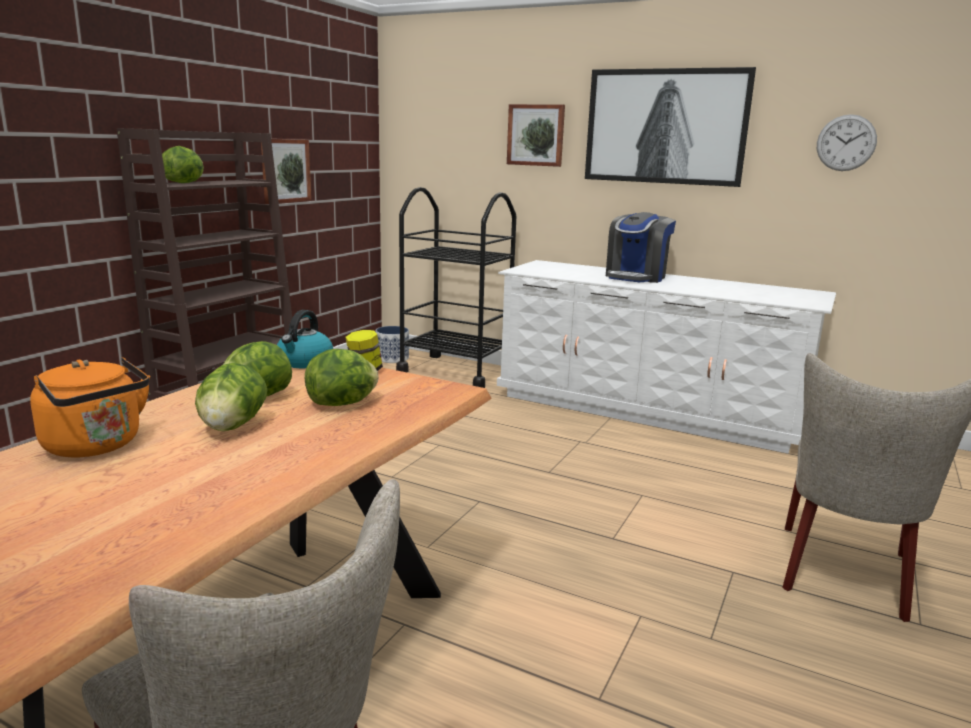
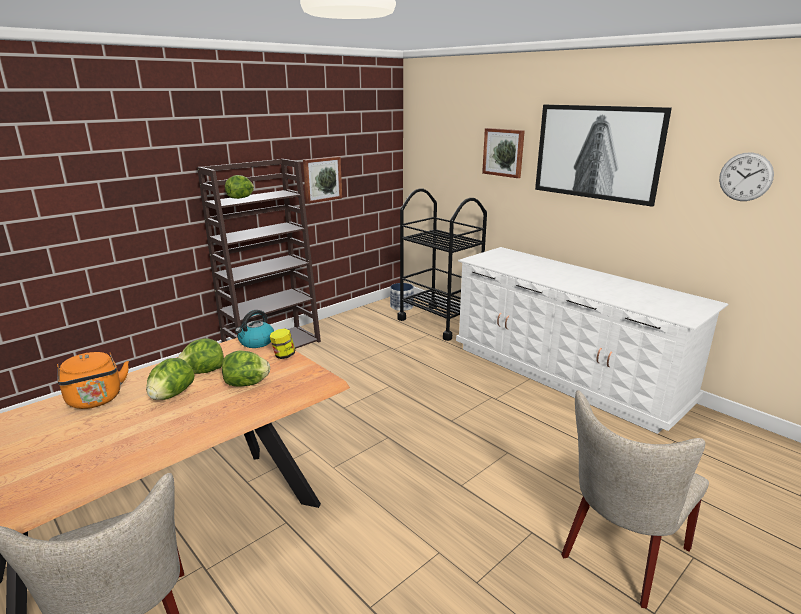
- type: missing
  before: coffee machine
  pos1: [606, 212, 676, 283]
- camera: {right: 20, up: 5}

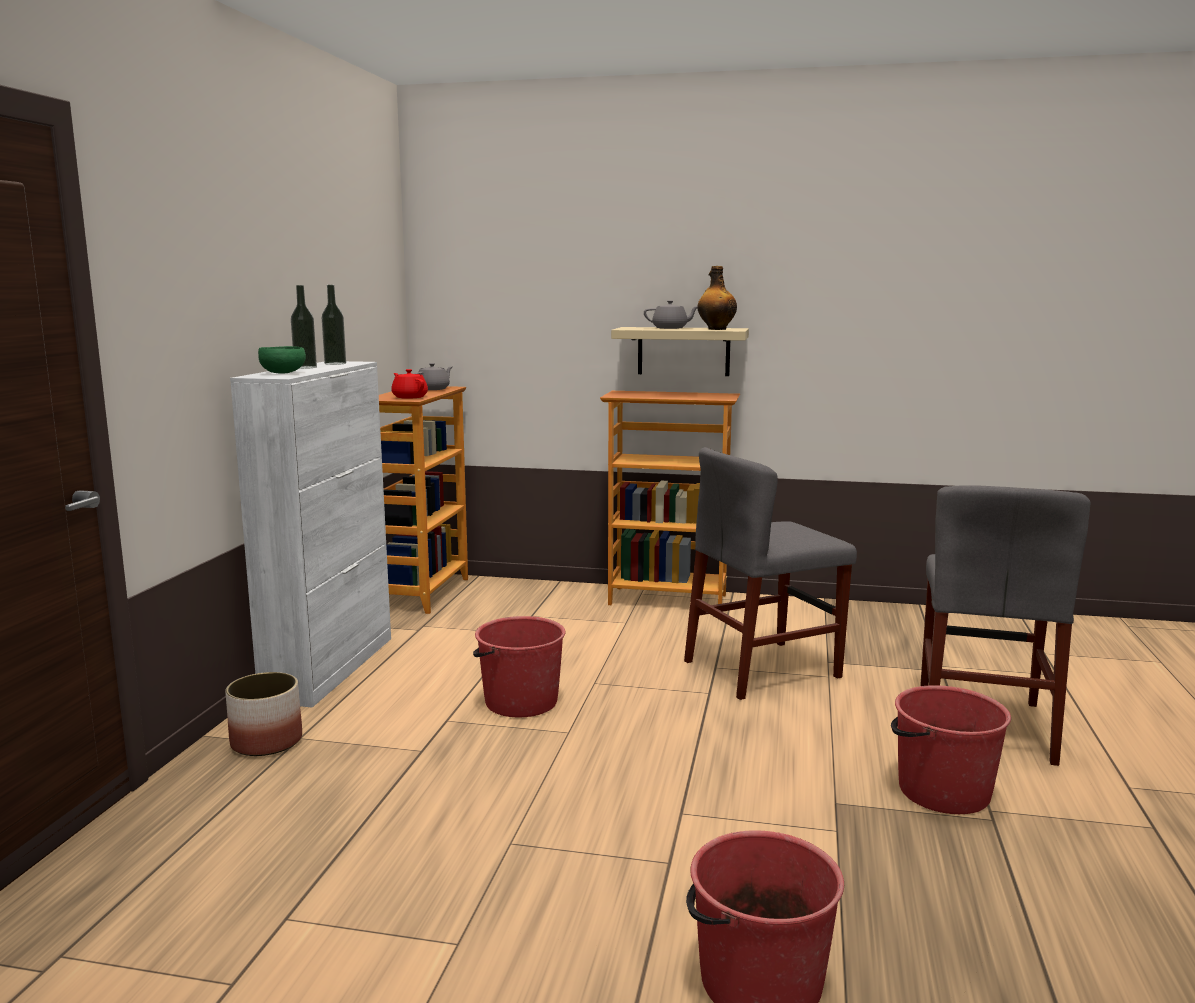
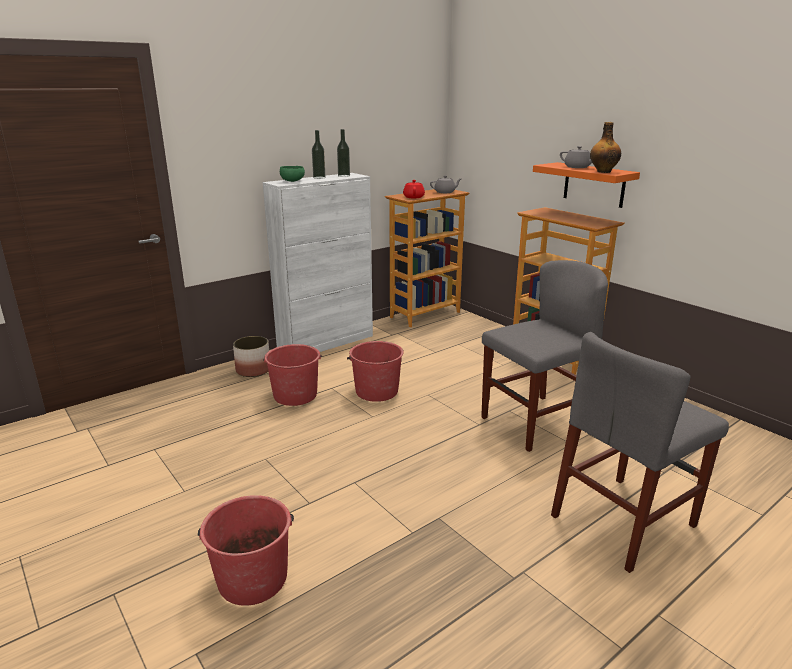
- type: colour
  before: beige shelf
  after: orange shelf
  pos1: [611, 327, 749, 376]
  pos2: [533, 162, 640, 208]
- type: spun
  before: grey chair
  pos1: [684, 447, 857, 700]
  pos2: [481, 260, 608, 452]
  turn: 135
- type: relocated
  before: red bucket
  pos1: [891, 685, 1011, 814]
  pos2: [263, 344, 322, 406]
- camera: {right: 40, up: 10}

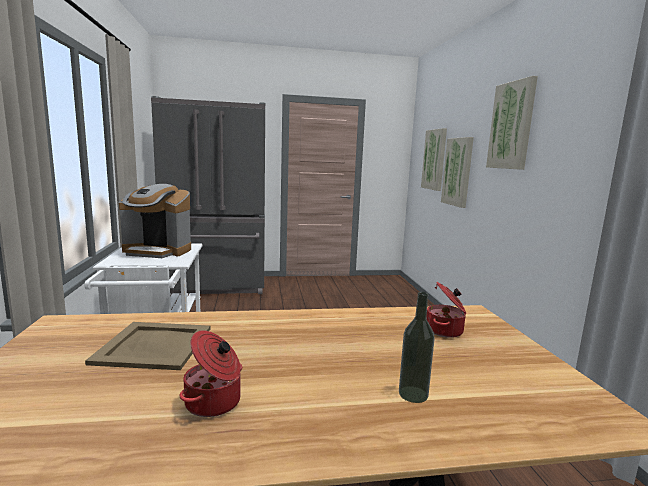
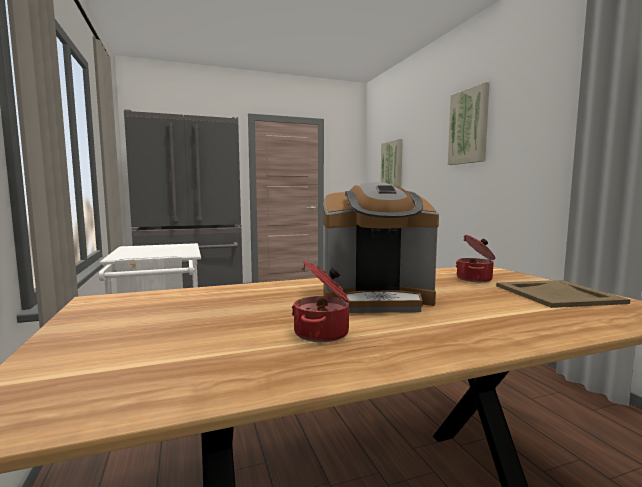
- type: relocated
  before: beige tray
  pos1: [85, 322, 210, 370]
  pos2: [496, 280, 630, 308]
- type: relocated
  before: coffee machine
  pos1: [119, 184, 191, 258]
  pos2: [323, 182, 439, 313]
- type: missing
  before: bottle
  pos1: [399, 292, 435, 403]
- type: missing
  before: picture
  pos1: [441, 137, 474, 208]
- camera: {right: -10, up: -5}

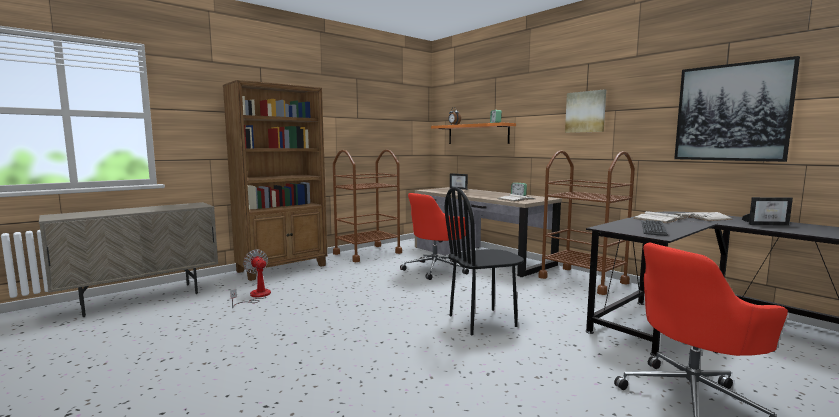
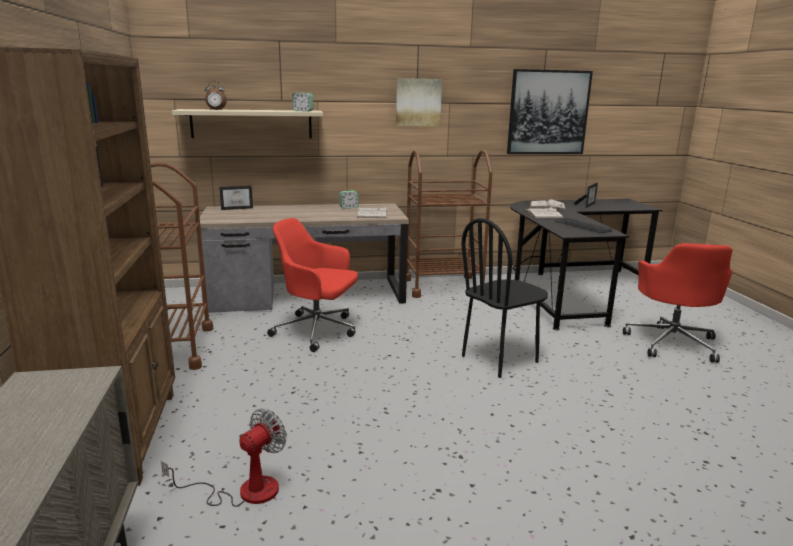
- type: spun
  before: fan
  pos1: [230, 249, 271, 308]
  pos2: [161, 409, 287, 507]
  turn: 135
- type: spun
  before: red office chair
  pos1: [400, 193, 469, 280]
  pos2: [267, 218, 358, 352]
  turn: 120
- type: colour
  before: orange shelf
  after: beige shelf
  pos1: [431, 122, 516, 144]
  pos2: [172, 109, 323, 139]
- type: spun
  before: black chair
  pos1: [445, 187, 524, 335]
  pos2: [462, 218, 548, 378]
  turn: 45
- camera: {right: -60, up: 10}

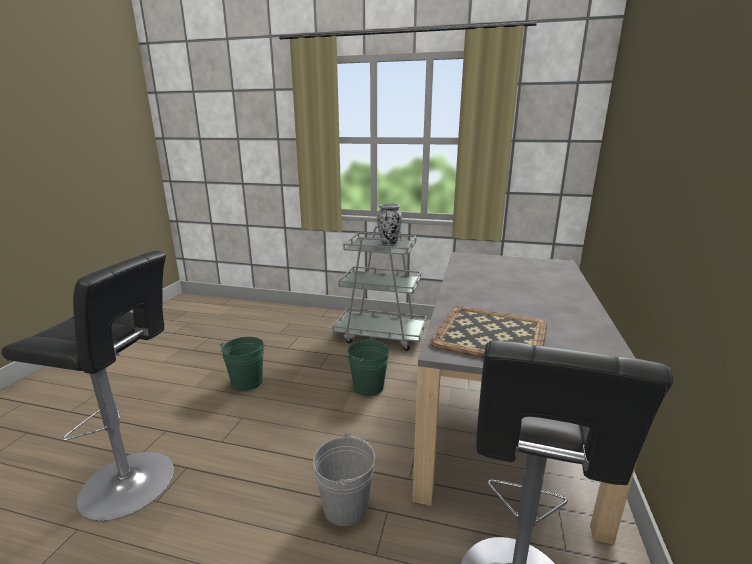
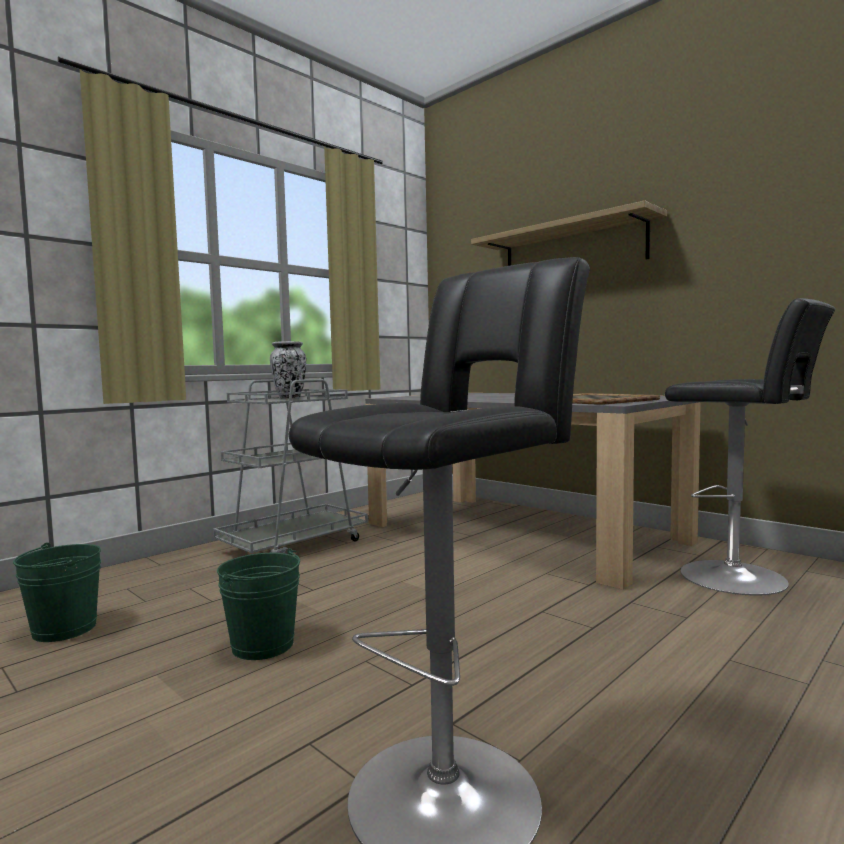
- type: missing
  before: grey bucket
  pos1: [313, 433, 375, 526]
- type: relocated
  before: green bucket
  pos1: [347, 338, 389, 396]
  pos2: [13, 542, 101, 642]
- type: appeared
  after: shelf
  pos2: [471, 200, 667, 266]
- camera: {right: -60, up: -15}

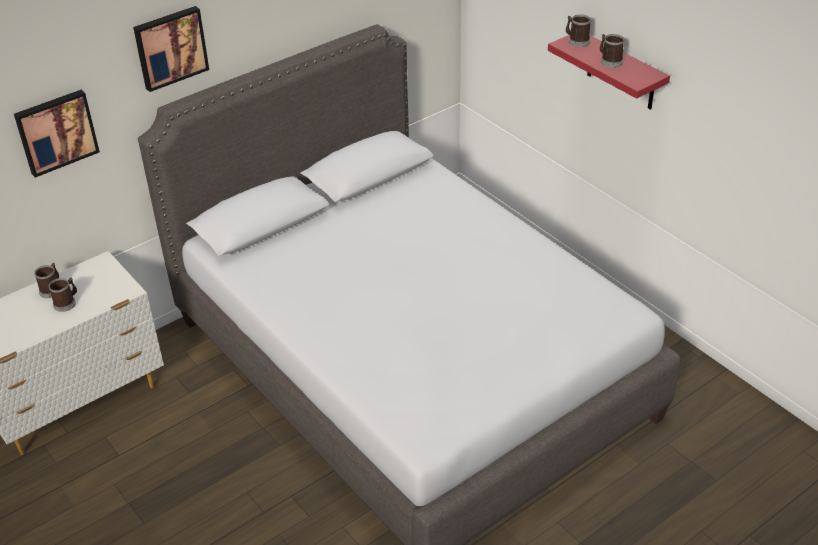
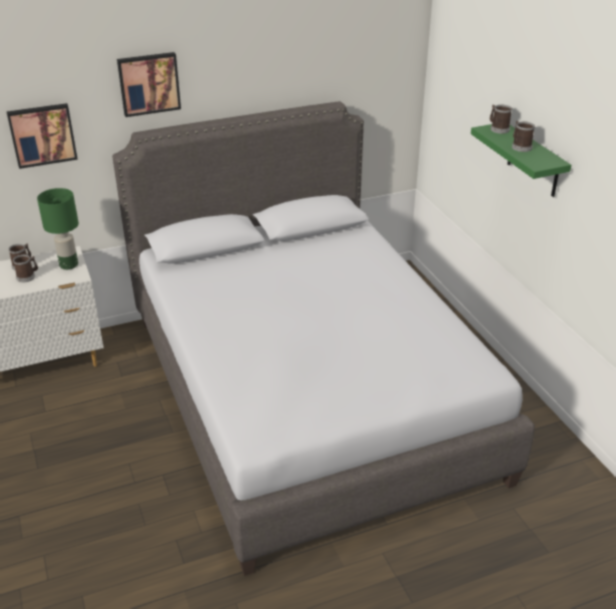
- type: colour
  before: red shelf
  after: green shelf
  pos1: [548, 35, 670, 110]
  pos2: [471, 124, 571, 197]
- type: appeared
  after: green table lamp
  pos2: [37, 188, 79, 270]
- camera: {right: 15, up: -5}

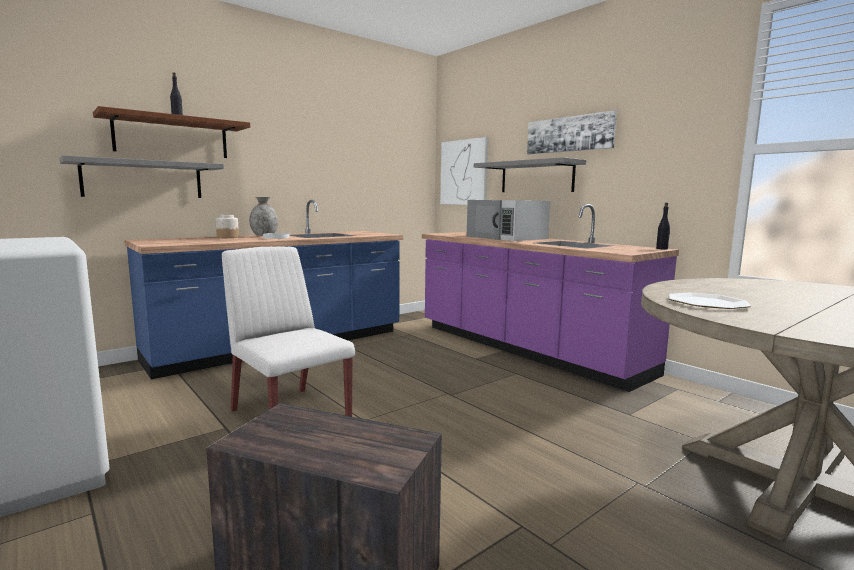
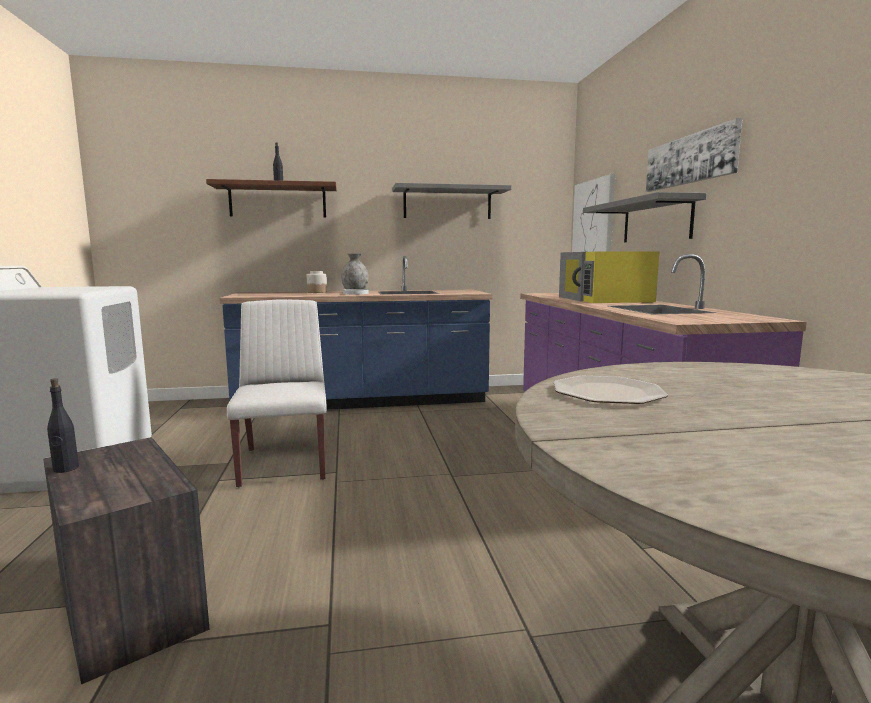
- type: relocated
  before: grey shelf
  pos1: [59, 155, 224, 198]
  pos2: [392, 183, 511, 219]
- type: colour
  before: white microwave
  after: yellow microwave
  pos1: [467, 200, 550, 241]
  pos2: [559, 252, 659, 303]
- type: relocated
  before: black bottle
  pos1: [656, 203, 670, 249]
  pos2: [47, 378, 79, 473]
- camera: {right: 30, up: 0}

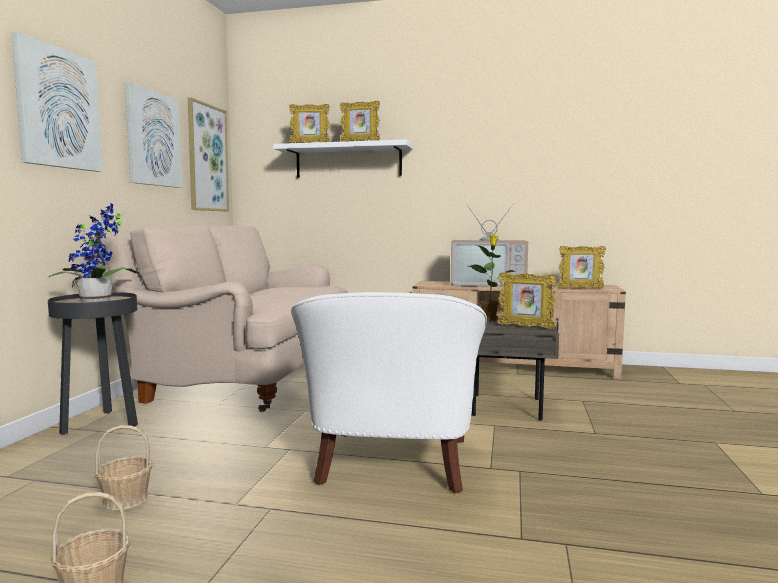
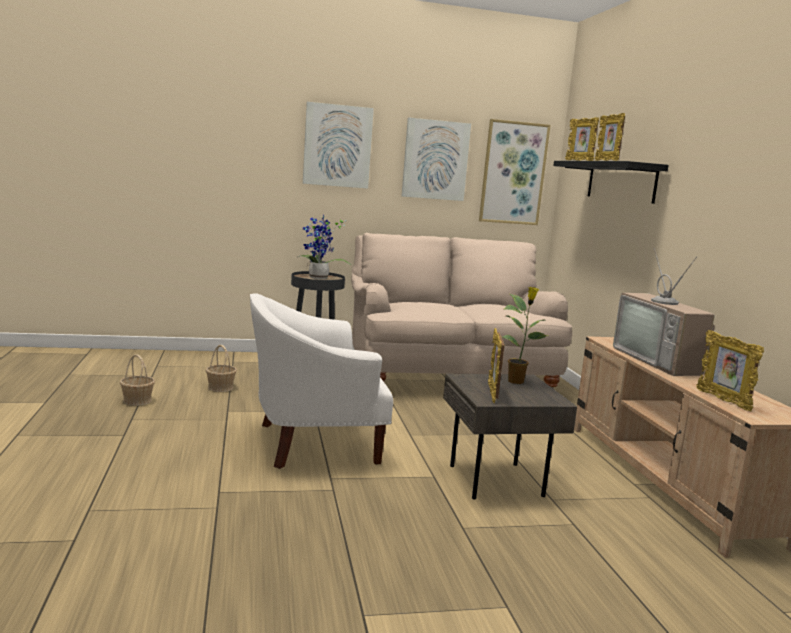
- type: colour
  before: white shelf
  after: black shelf
  pos1: [273, 140, 413, 178]
  pos2: [553, 161, 669, 204]
- camera: {right: 65, up: 5}

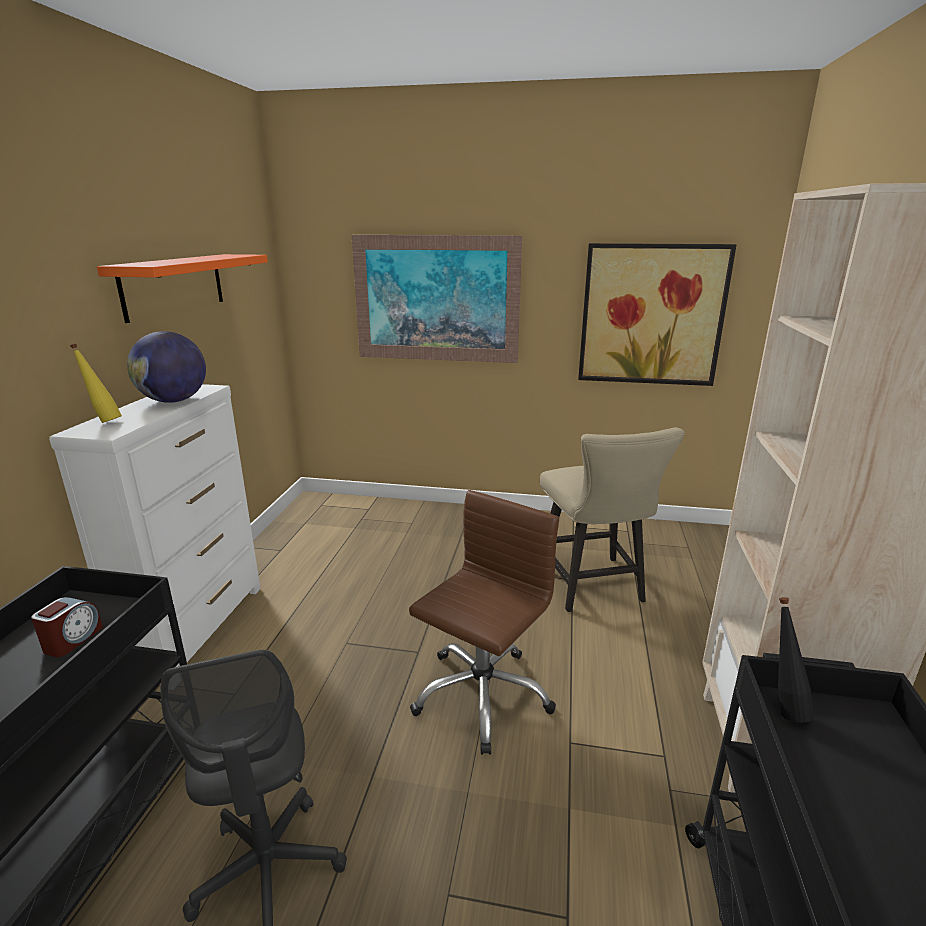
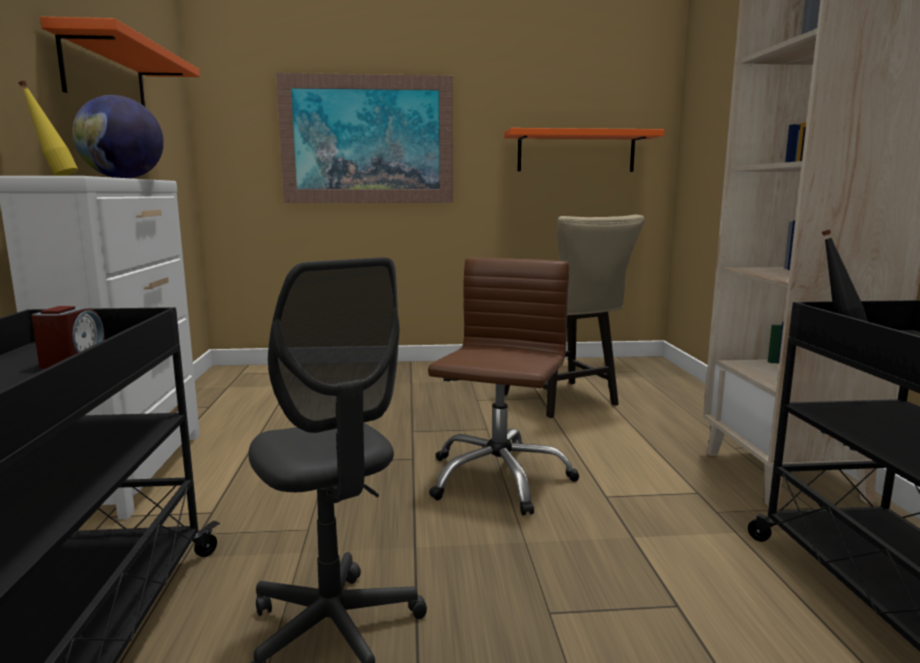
- type: exchanged
  before: picture
  after: orange shelf
  pos1: [578, 243, 736, 386]
  pos2: [504, 128, 665, 172]
- camera: {right: -15, up: -10}

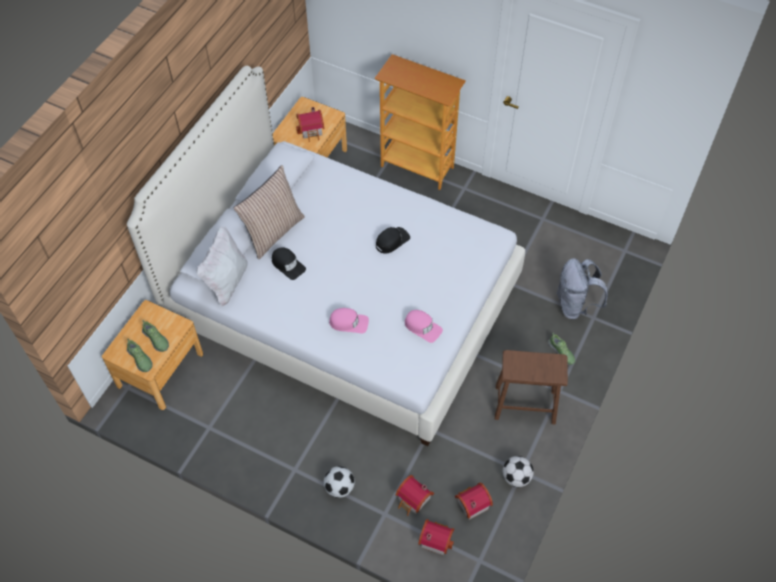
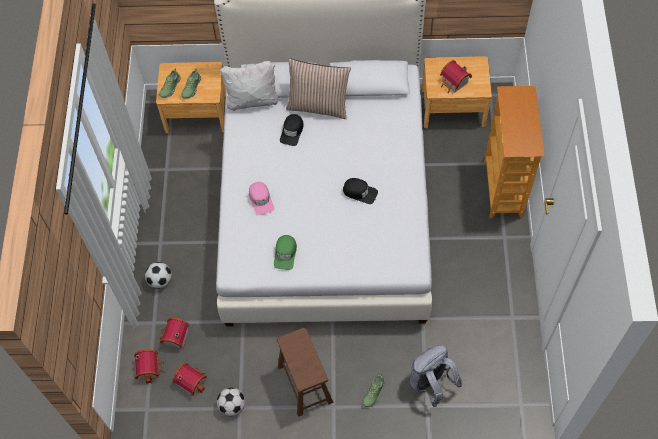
- type: colour
  before: pink cap
  after: green cap
  pos1: [405, 310, 443, 343]
  pos2: [274, 235, 297, 270]
- camera: {right: 65, up: 5}

